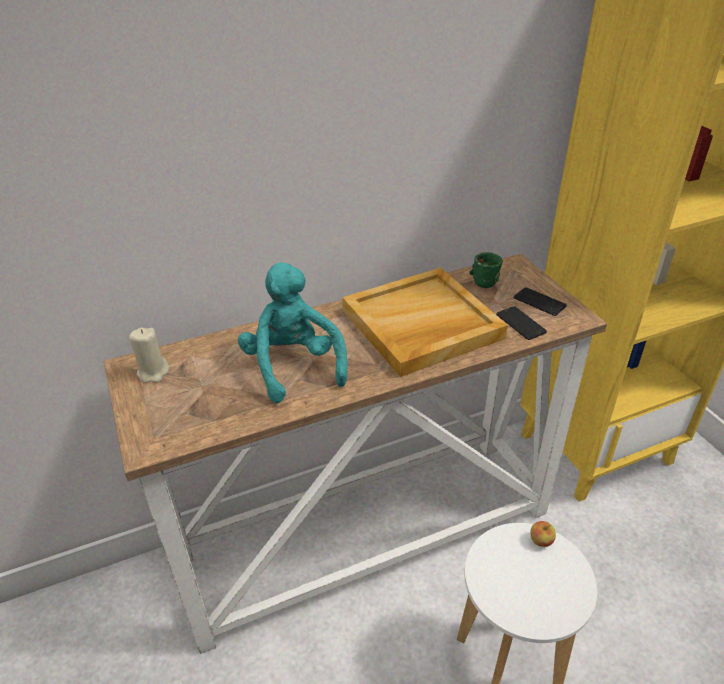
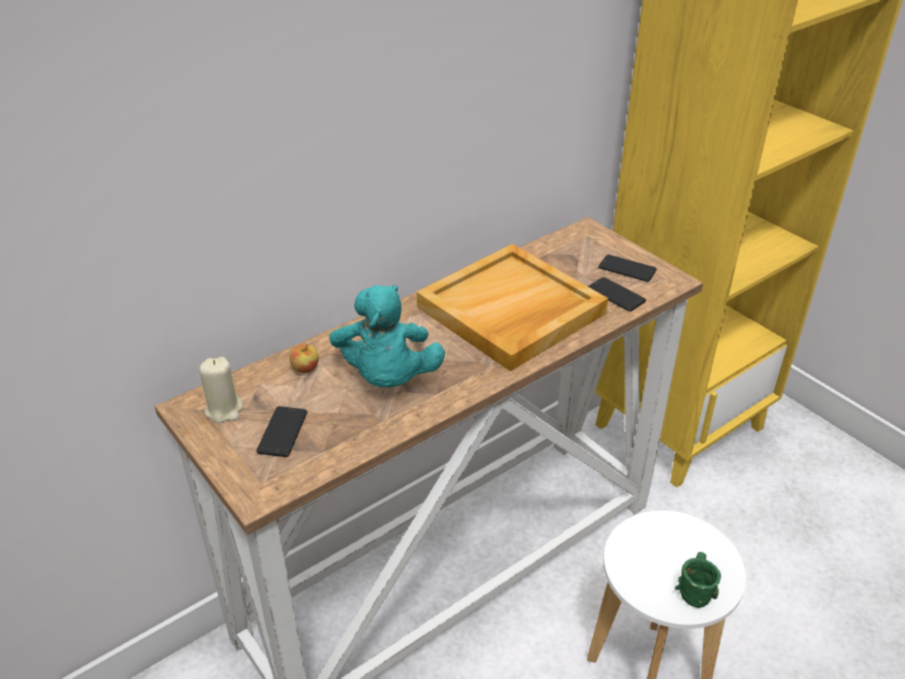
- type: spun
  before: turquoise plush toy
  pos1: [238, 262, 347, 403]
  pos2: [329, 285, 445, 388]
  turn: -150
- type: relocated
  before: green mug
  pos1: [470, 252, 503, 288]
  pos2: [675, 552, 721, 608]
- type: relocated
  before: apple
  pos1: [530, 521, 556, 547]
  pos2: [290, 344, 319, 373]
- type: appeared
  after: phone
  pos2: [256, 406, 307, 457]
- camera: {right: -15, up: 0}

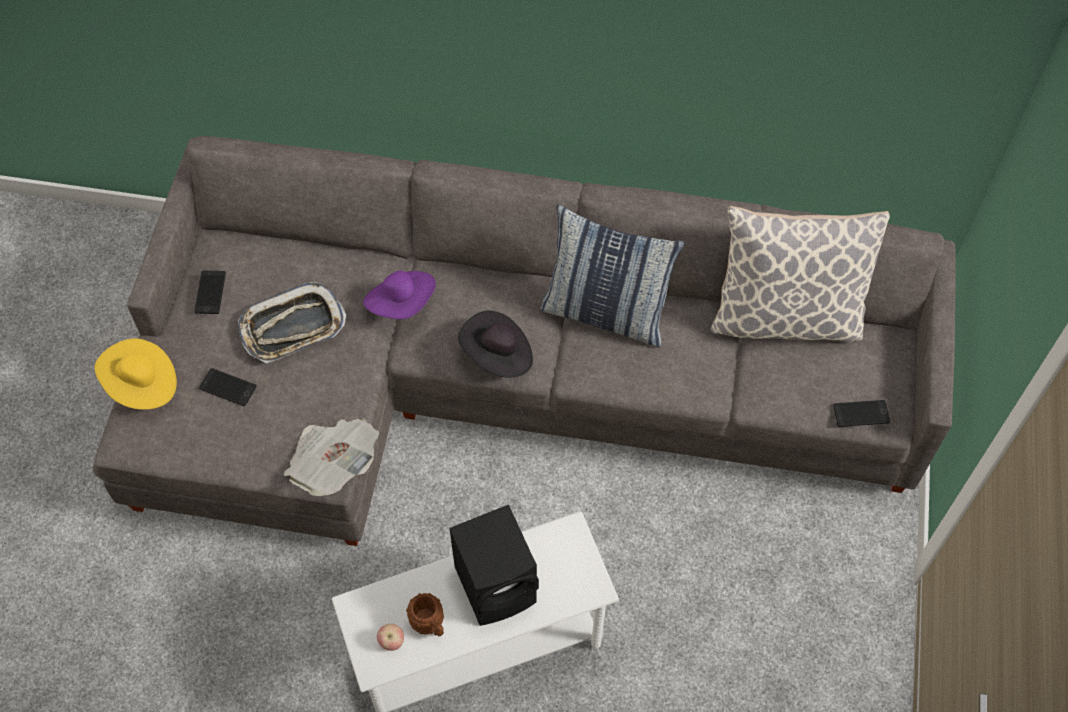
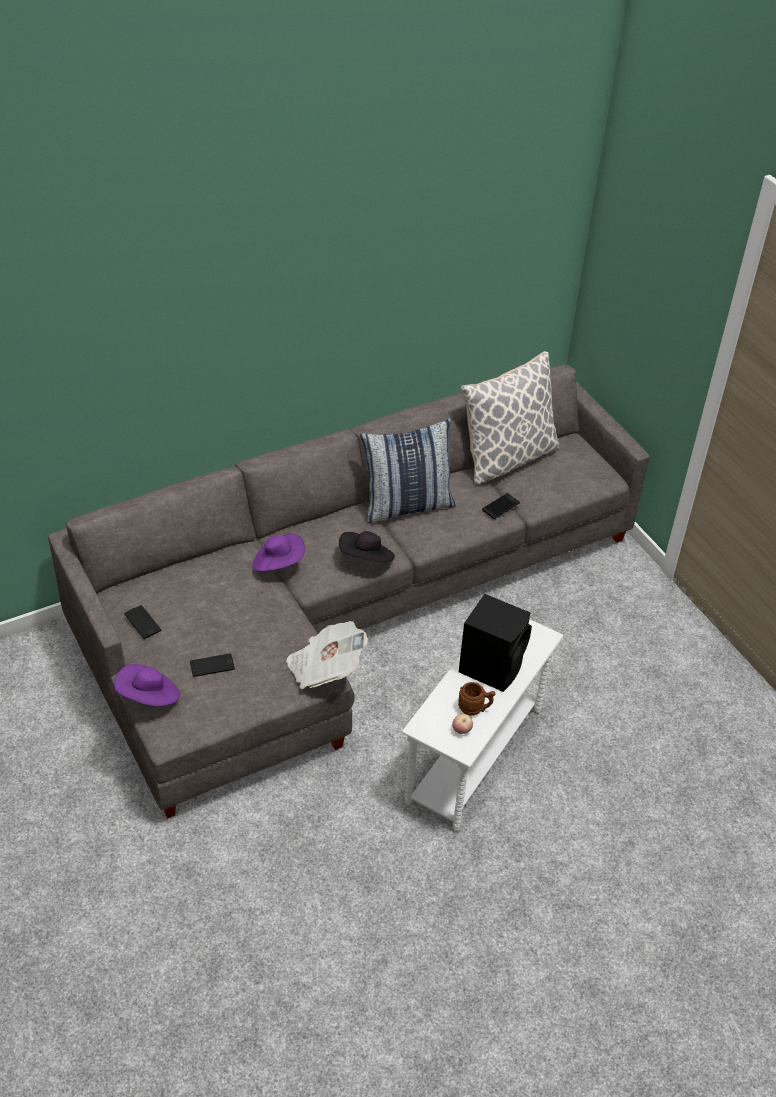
- type: colour
  before: yellow hat
  after: purple hat
  pos1: [95, 338, 177, 410]
  pos2: [114, 664, 180, 706]
- type: missing
  before: tray
  pos1: [238, 282, 346, 363]
- type: relocated
  before: phone
  pos1: [833, 400, 890, 427]
  pos2: [482, 493, 520, 519]
- camera: {right: -40, up: -15}

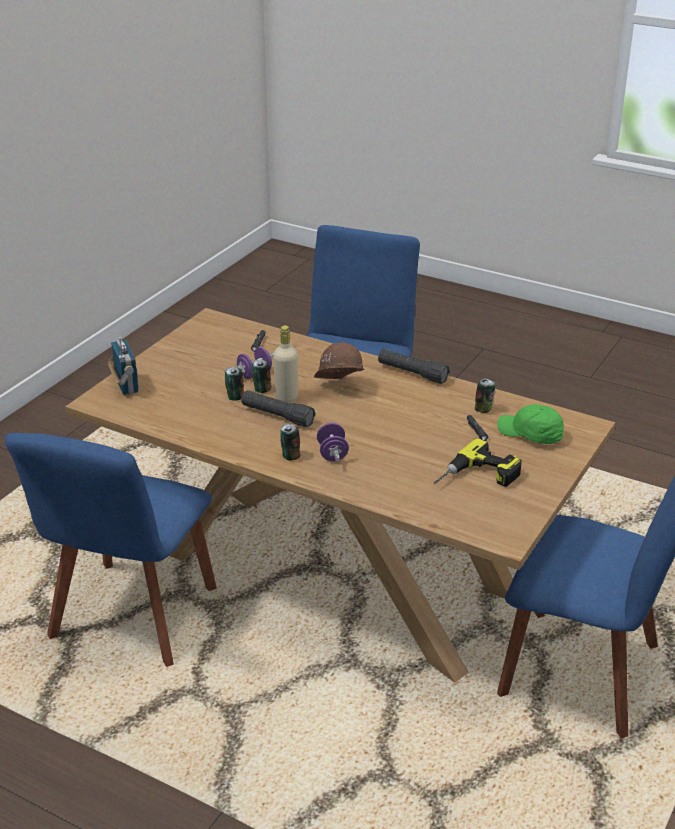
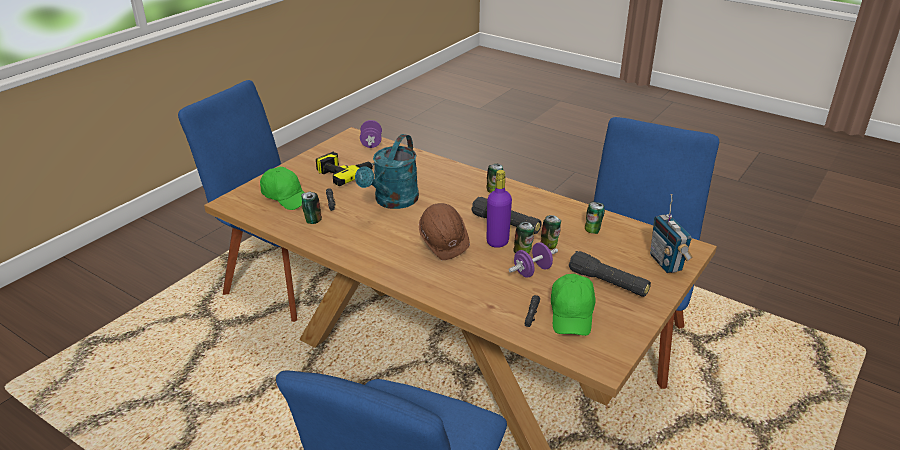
- type: colour
  before: beige bottle
  after: purple bottle
  pos1: [273, 325, 298, 403]
  pos2: [487, 170, 512, 248]
- type: relocated
  before: purple dumbbell
  pos1: [317, 423, 349, 461]
  pos2: [360, 120, 382, 148]
- type: relocated
  before: black flashlight
  pos1: [378, 349, 450, 384]
  pos2: [569, 251, 651, 297]
- type: appeared
  after: turquoise watering can
  pos2: [355, 134, 419, 209]
- type: appeared
  after: green cap
  pos2: [551, 274, 596, 336]
- type: appeared
  after: can
  pos2: [585, 202, 605, 234]
- camera: {right: -175, up: 0}

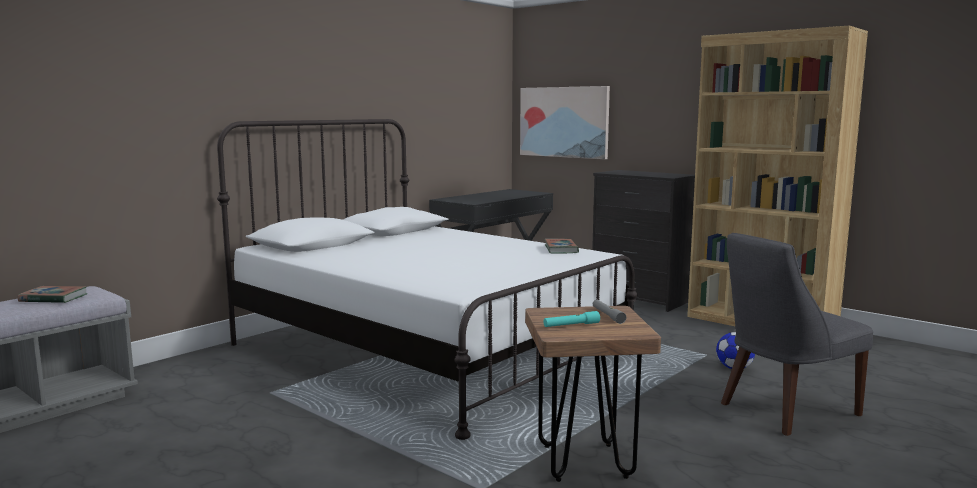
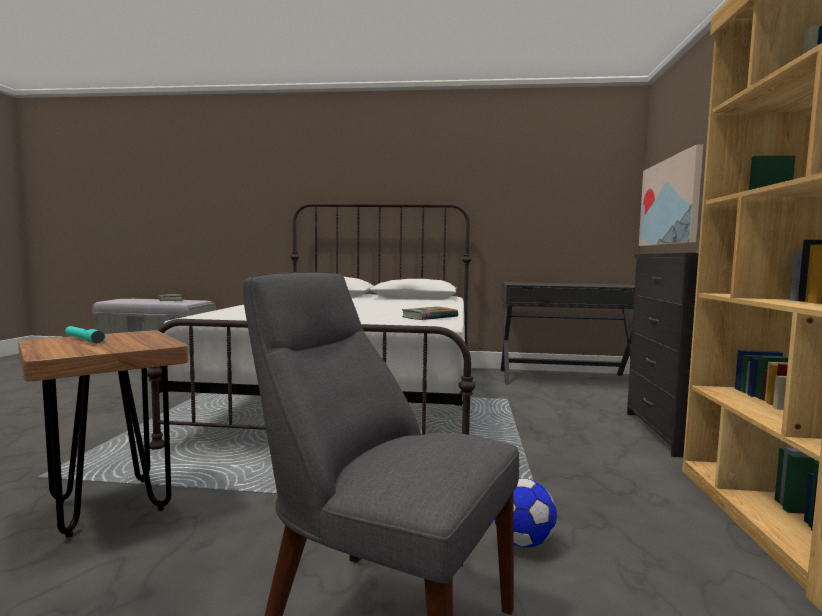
- type: missing
  before: grey flashlight
  pos1: [593, 300, 627, 324]
- camera: {right: 55, up: -5}

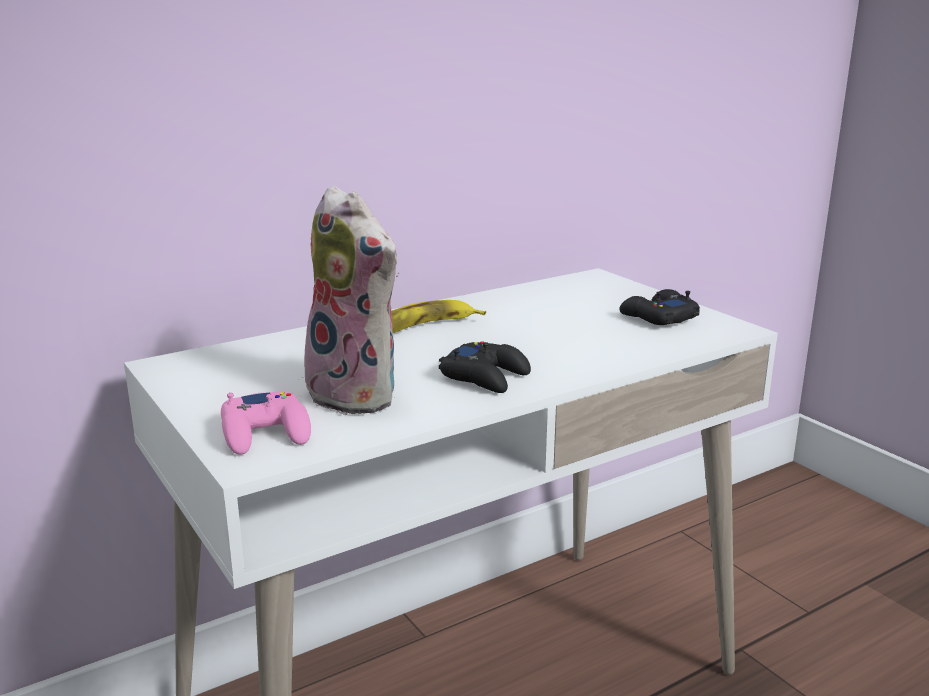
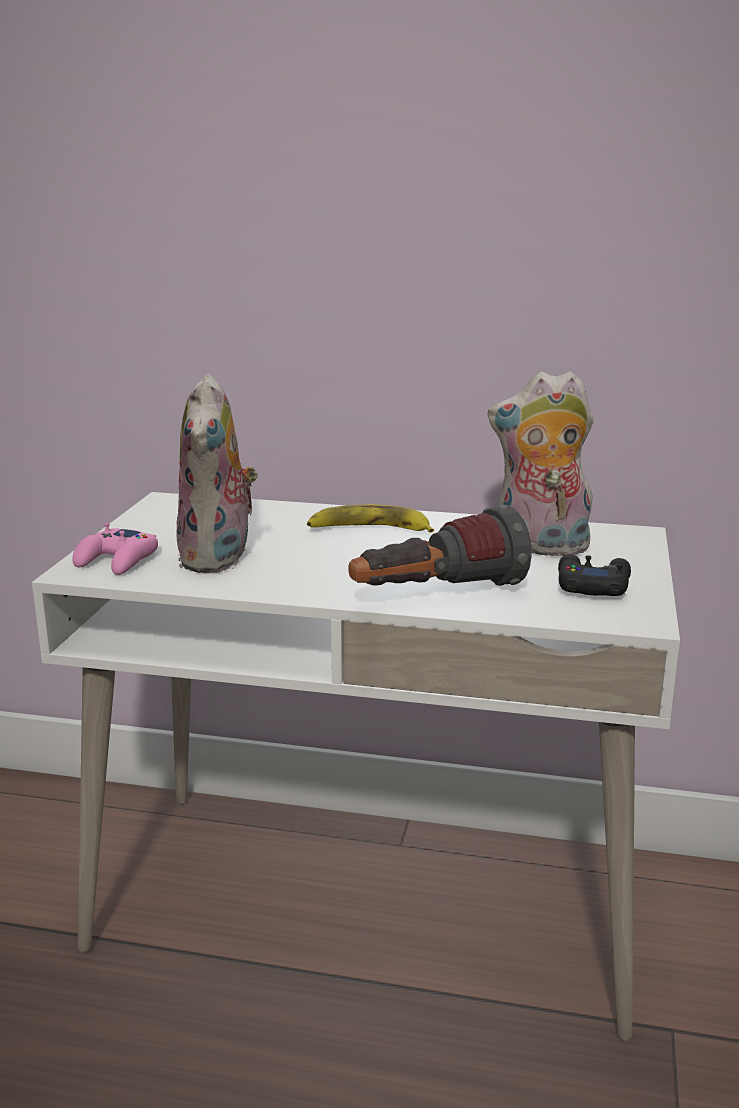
- type: missing
  before: black game controller
  pos1: [439, 341, 531, 393]
- type: appeared
  after: flashlight
  pos2: [349, 504, 532, 586]
- type: appeared
  after: plush toy
  pos2: [488, 371, 594, 556]
- camera: {right: 45, up: 0}

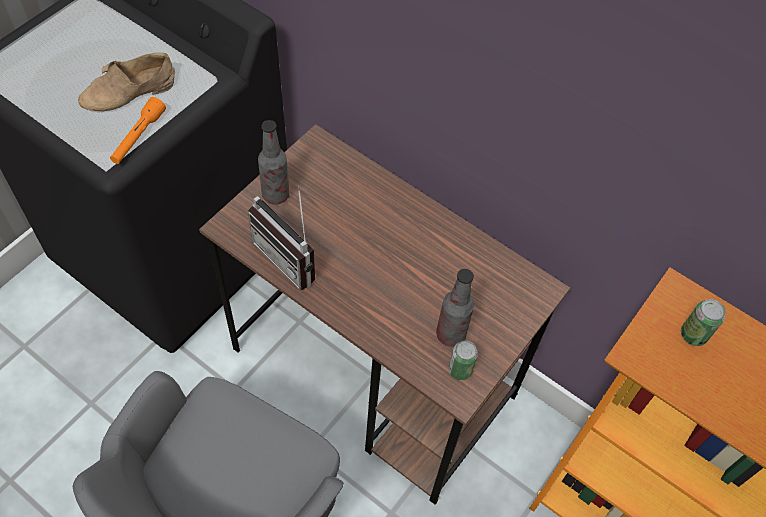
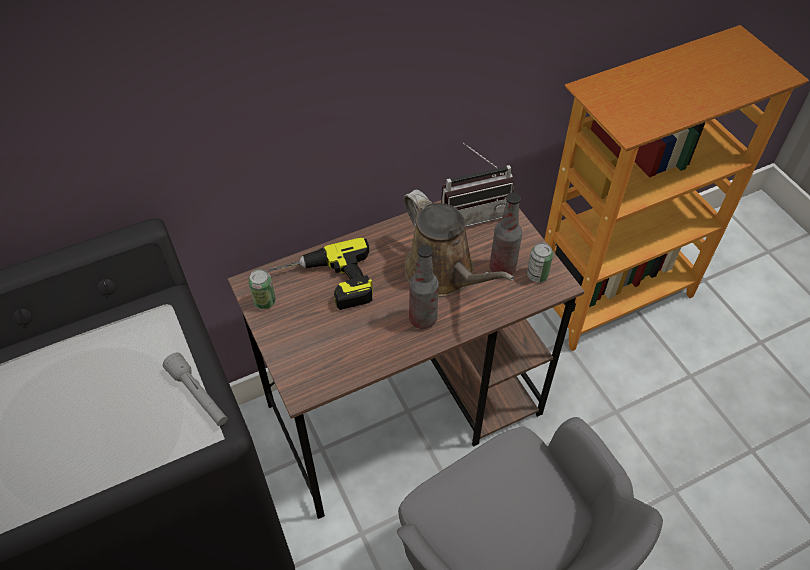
- type: missing
  before: beige shoe
  pos1: [78, 52, 175, 112]
- type: colour
  before: orange flashlight
  after: grey flashlight
  pos1: [110, 97, 166, 164]
  pos2: [163, 352, 228, 426]
- type: relocated
  before: radio
  pos1: [248, 186, 315, 290]
  pos2: [441, 143, 514, 227]
- type: relocated
  before: bottle
  pos1: [258, 120, 290, 204]
  pos2: [409, 245, 439, 329]
- type: relocated
  before: can
  pos1: [681, 299, 725, 346]
  pos2: [248, 269, 276, 309]
- type: appeared
  after: power drill
  pos2: [268, 237, 373, 310]
- type: appeared
  after: brown watering can
  pos2: [403, 190, 515, 297]
- camera: {right: -60, up: -5}

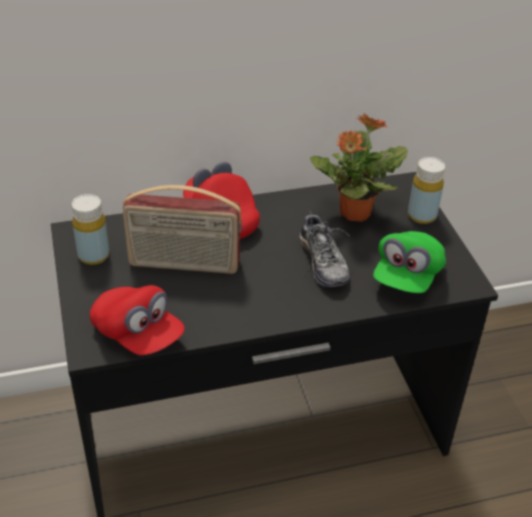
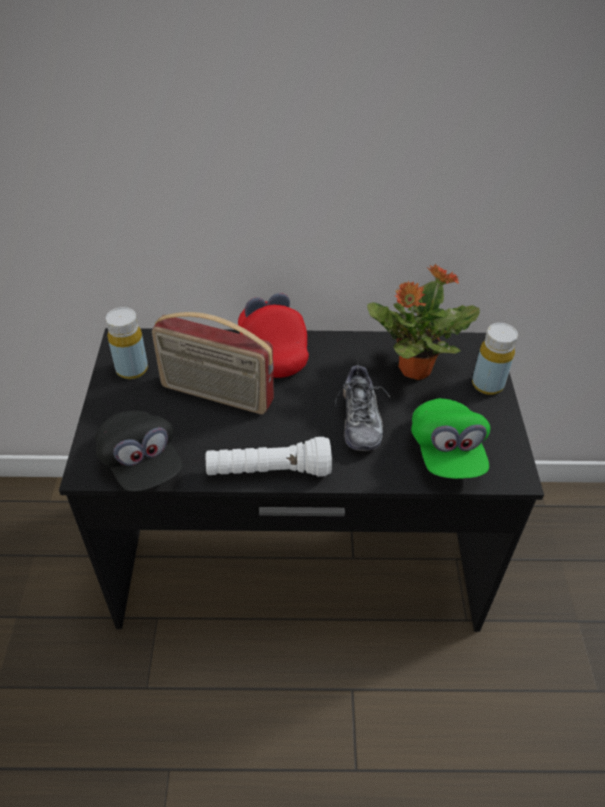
- type: colour
  before: red cap
  after: black cap
  pos1: [90, 285, 185, 355]
  pos2: [95, 410, 183, 491]
- type: spun
  before: green cap
  pos1: [373, 231, 446, 293]
  pos2: [411, 398, 490, 479]
  turn: -45
- type: appeared
  after: white flashlight
  pos2: [206, 437, 332, 477]
- camera: {right: 15, up: 5}

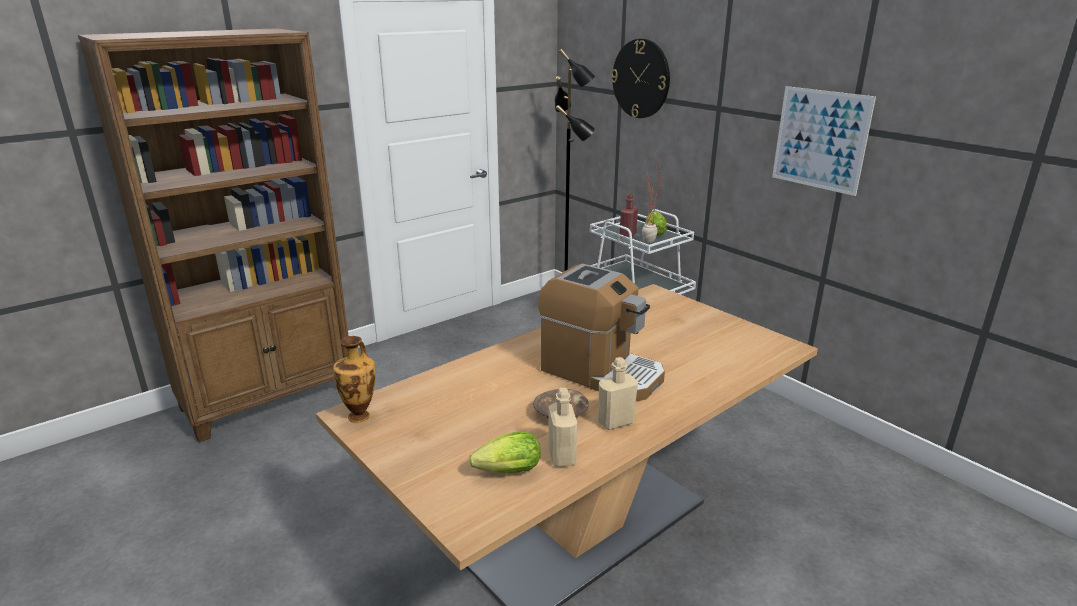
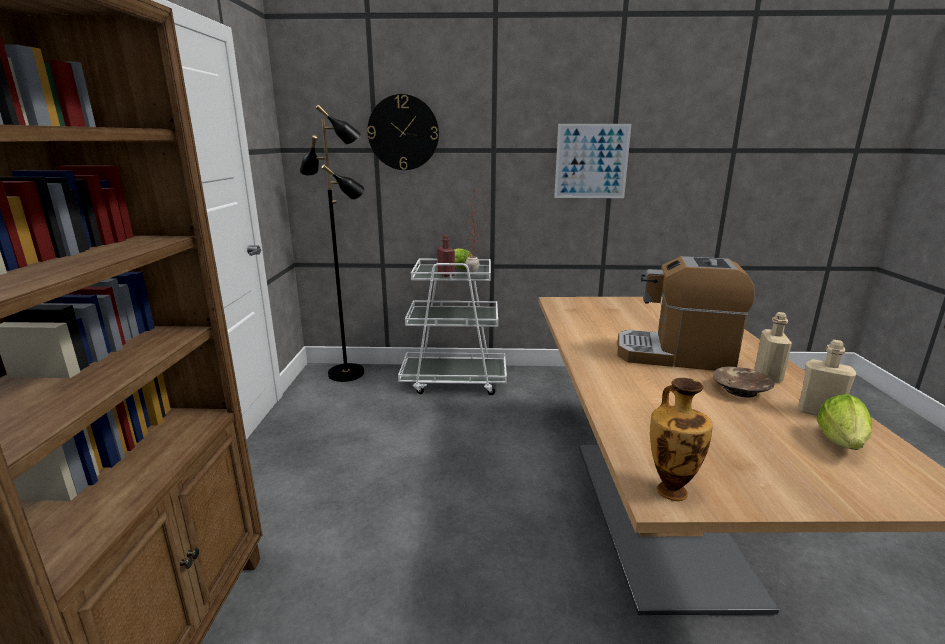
- type: spun
  before: coffee machine
  pos1: [538, 263, 665, 401]
  pos2: [617, 256, 754, 371]
  turn: -150
- camera: {right: -50, up: -5}

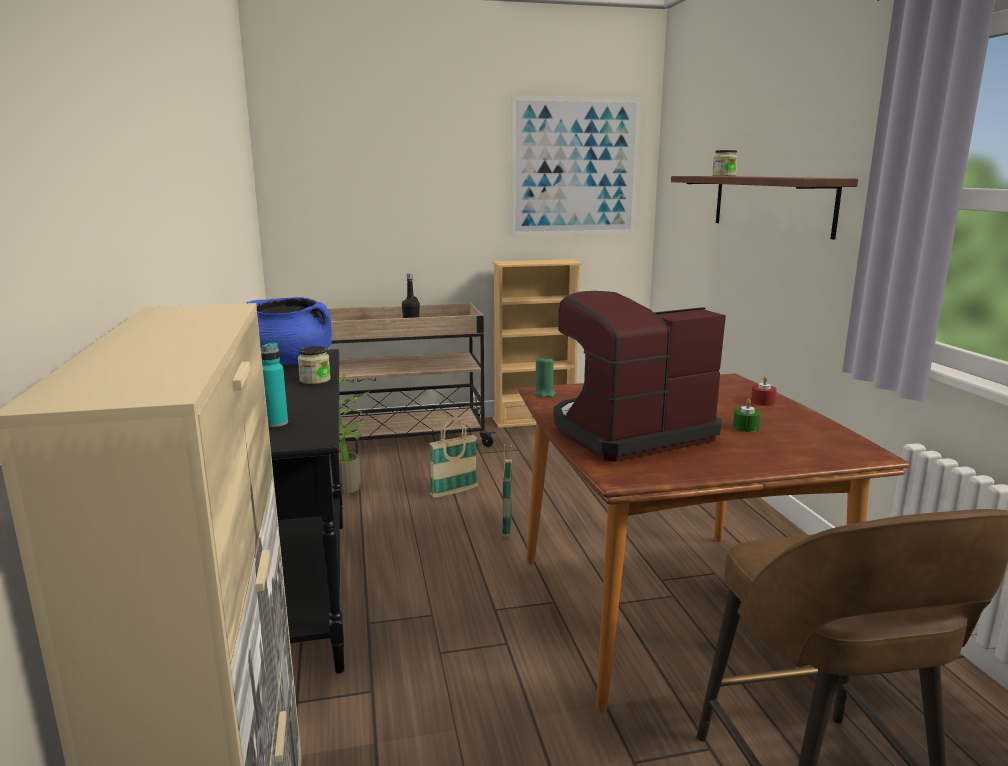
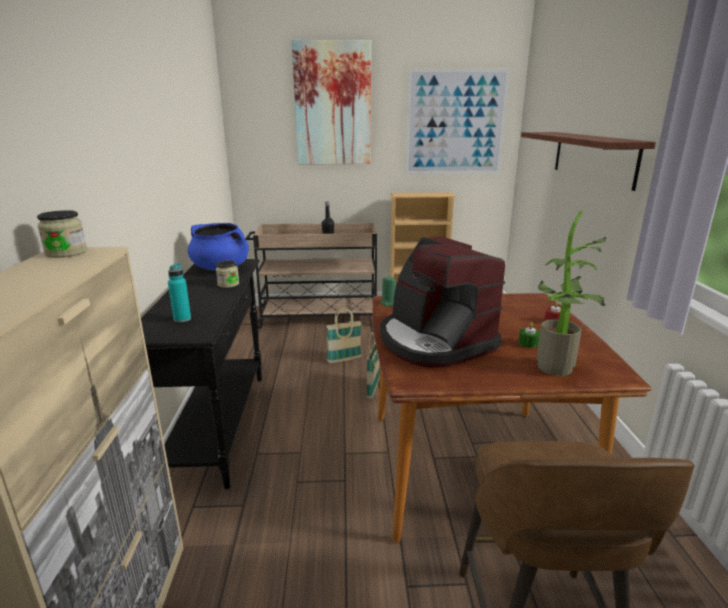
- type: relocated
  before: potted plant
  pos1: [332, 374, 370, 494]
  pos2: [536, 211, 606, 376]
- type: spun
  before: coffee machine
  pos1: [553, 291, 726, 462]
  pos2: [380, 236, 505, 368]
  turn: -105
- type: relocated
  before: jar
  pos1: [712, 150, 738, 176]
  pos2: [37, 210, 87, 258]
- type: appeared
  after: picture
  pos2: [292, 40, 371, 165]
- camera: {right: 10, up: 5}

